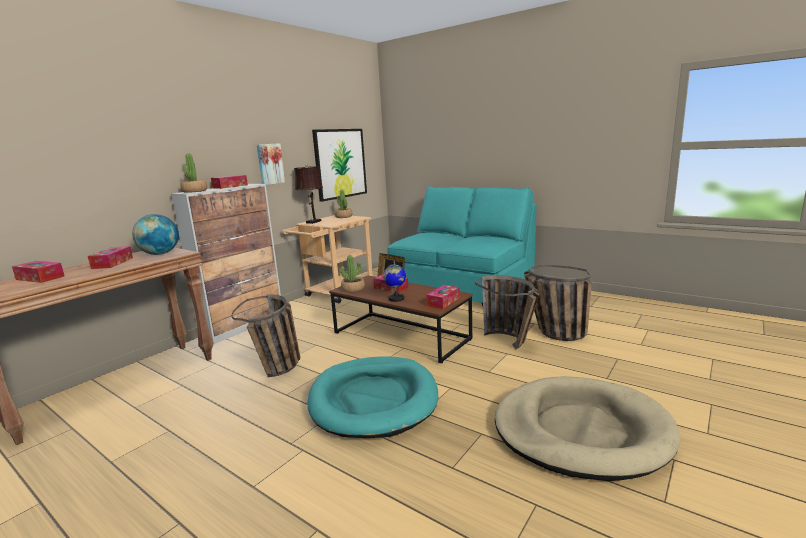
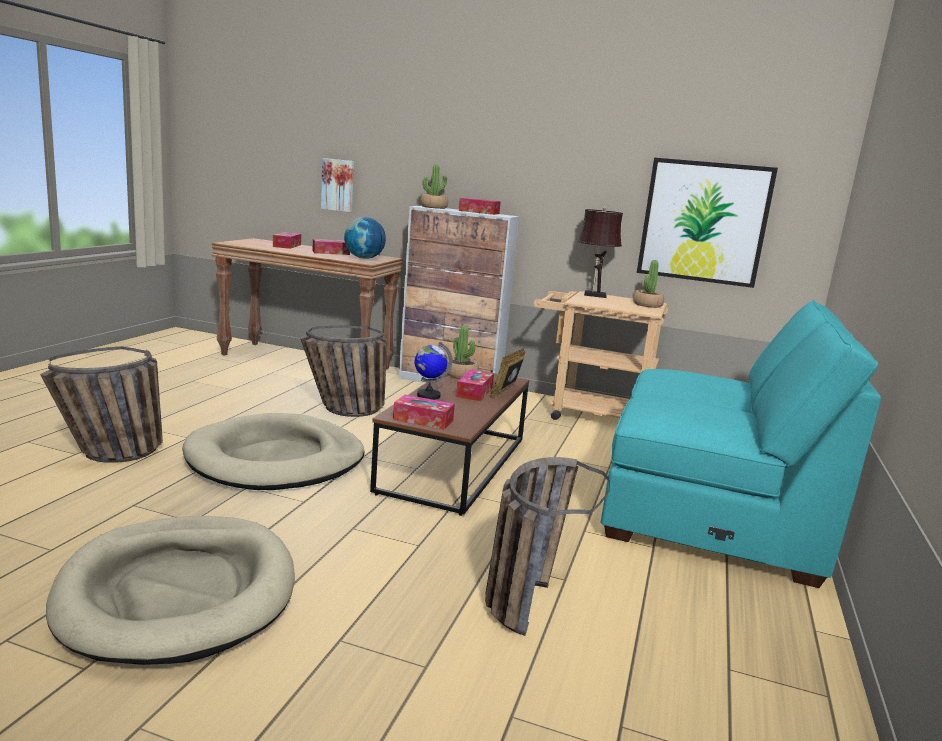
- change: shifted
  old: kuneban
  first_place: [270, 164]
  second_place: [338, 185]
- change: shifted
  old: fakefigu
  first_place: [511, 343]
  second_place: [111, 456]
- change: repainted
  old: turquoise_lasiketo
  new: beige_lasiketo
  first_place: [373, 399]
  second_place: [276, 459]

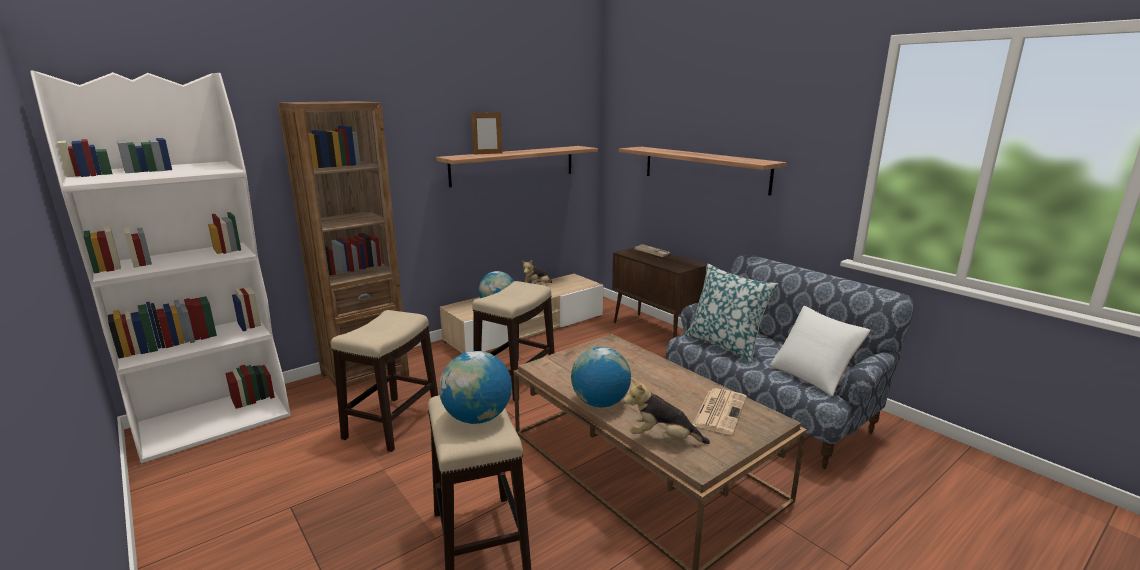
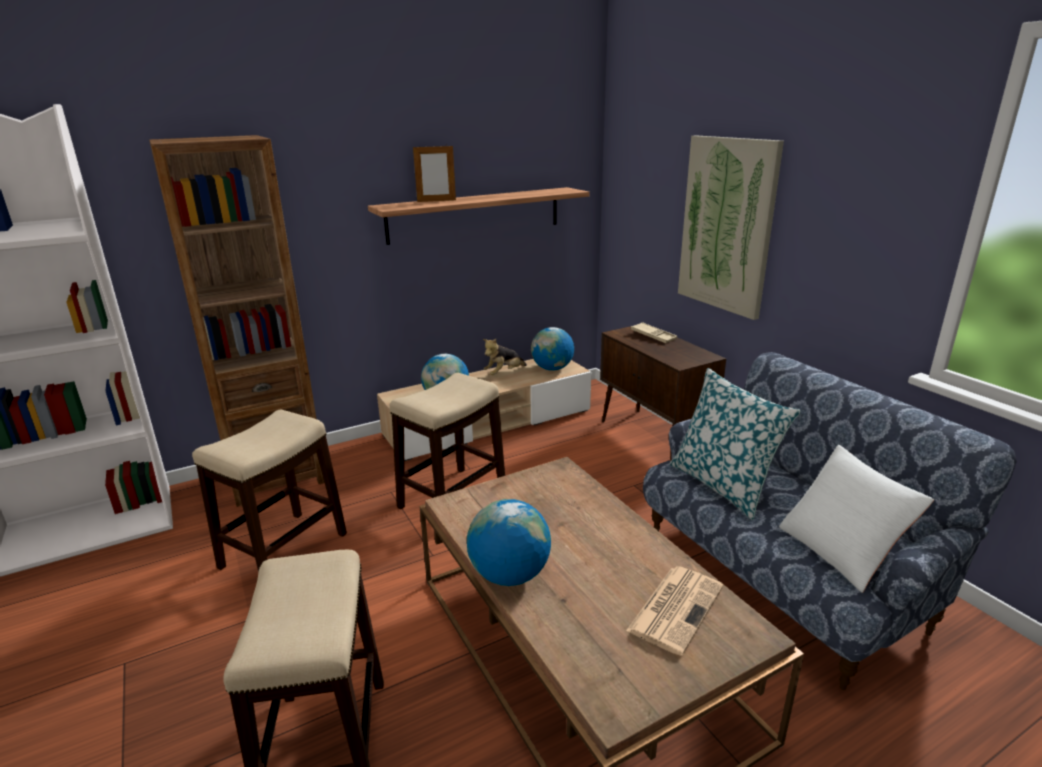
- change: swapped
  old: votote
  new: kuneban
  first_place: [704, 169]
  second_place: [727, 225]
- change: shifted
  old: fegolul
  first_place: [477, 418]
  second_place: [552, 368]
- change: gone
  old: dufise
  first_place: [663, 439]

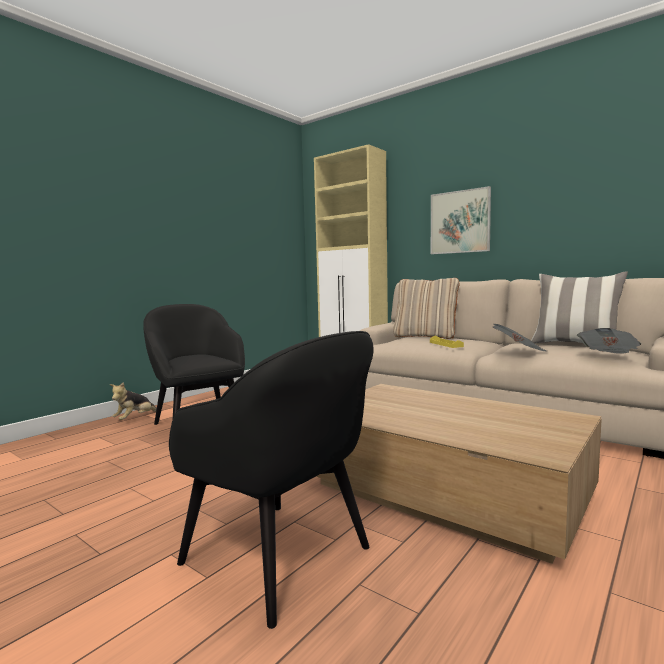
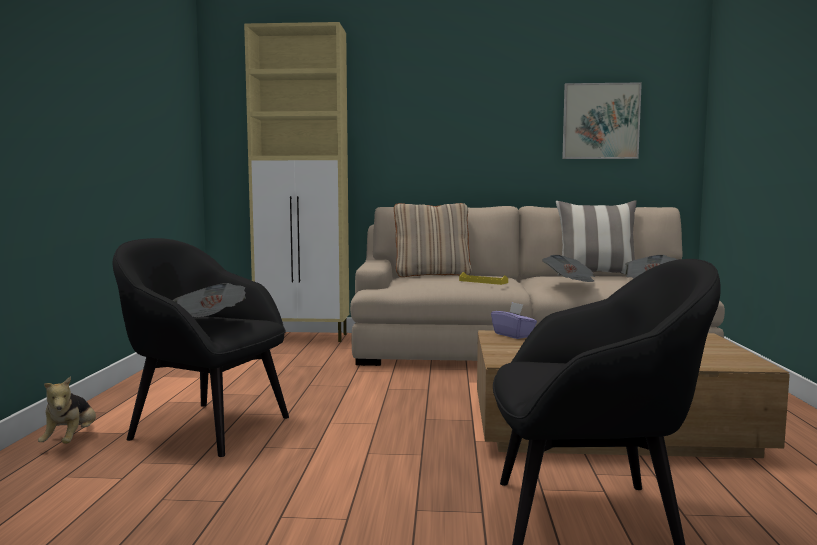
- change: shifted
  old: kuneban
  first_place: [460, 222]
  second_place: [601, 121]
- change: new
  new: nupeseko
  second_place: [209, 322]
- change: new
  new: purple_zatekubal
  second_place: [513, 335]

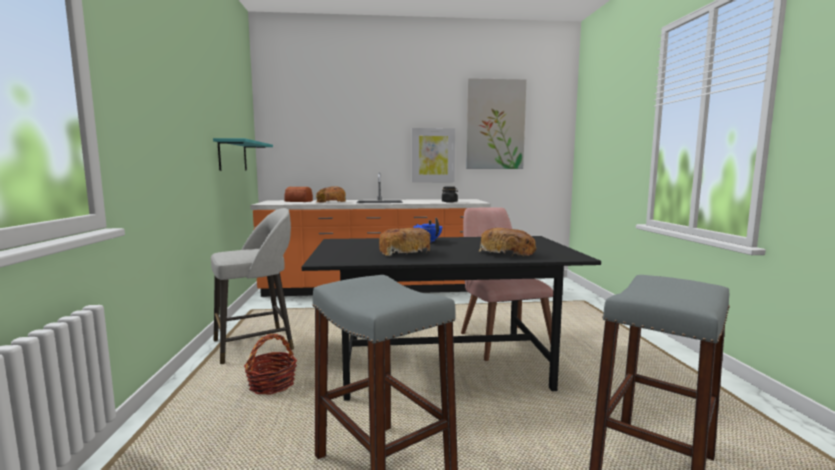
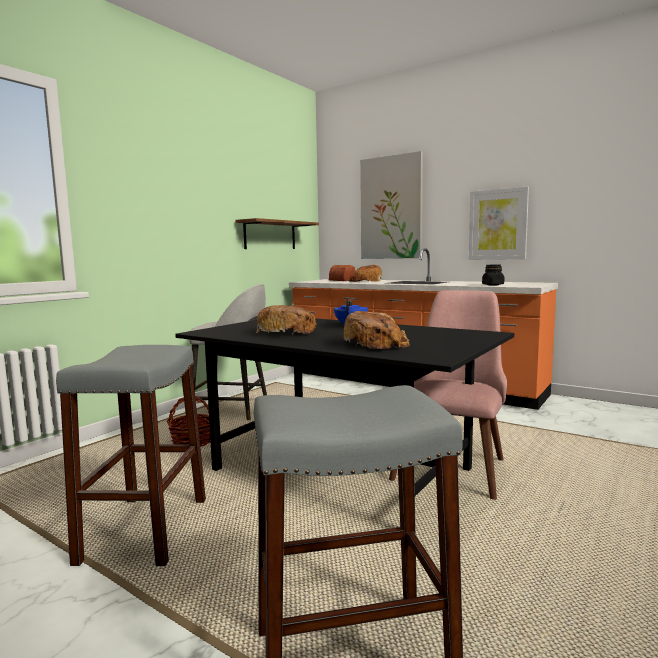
- change: shifted
  old: kuneban
  first_place: [495, 124]
  second_place: [391, 208]
- change: repainted
  old: turquoise_votote
  new: brown_votote
  first_place: [232, 156]
  second_place: [270, 235]

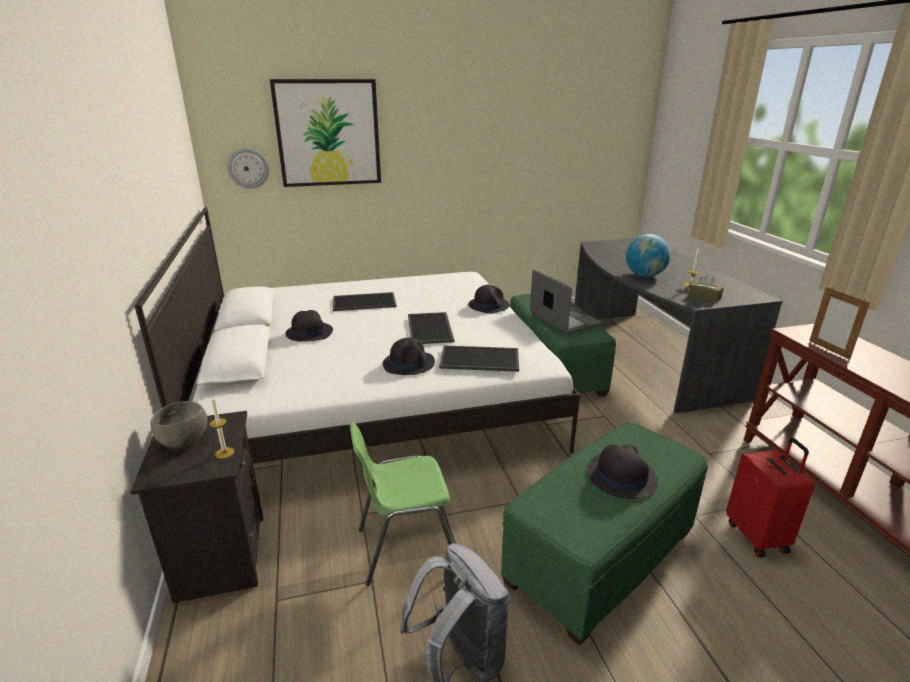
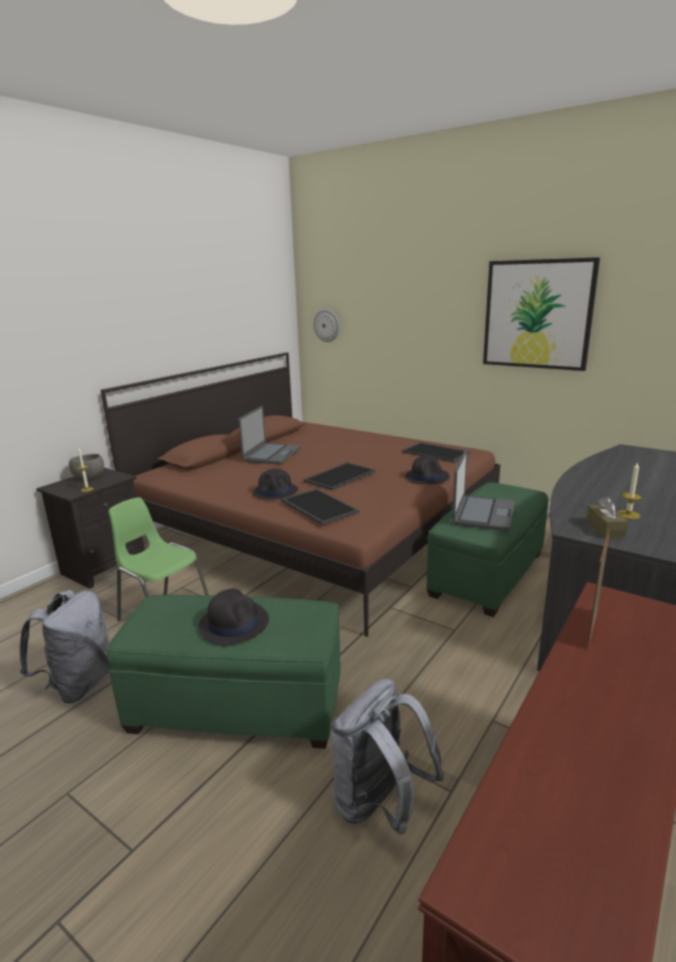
- change: shifted
  old: kuneban
  first_place: [328, 133]
  second_place: [537, 314]
- change: repainted
  old: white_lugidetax
  new: brown_lugidetax
  first_place: [374, 392]
  second_place: [319, 526]
- change: gone
  old: fegolul
  first_place: [644, 275]
- change: shifted
  old: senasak
  first_place: [365, 301]
  second_place: [436, 452]
- change: swapped
  old: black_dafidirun
  new: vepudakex
  first_place: [309, 332]
  second_place: [271, 455]
- change: swapped
  old: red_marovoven
  new: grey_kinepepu
  first_place: [758, 536]
  second_place: [380, 805]

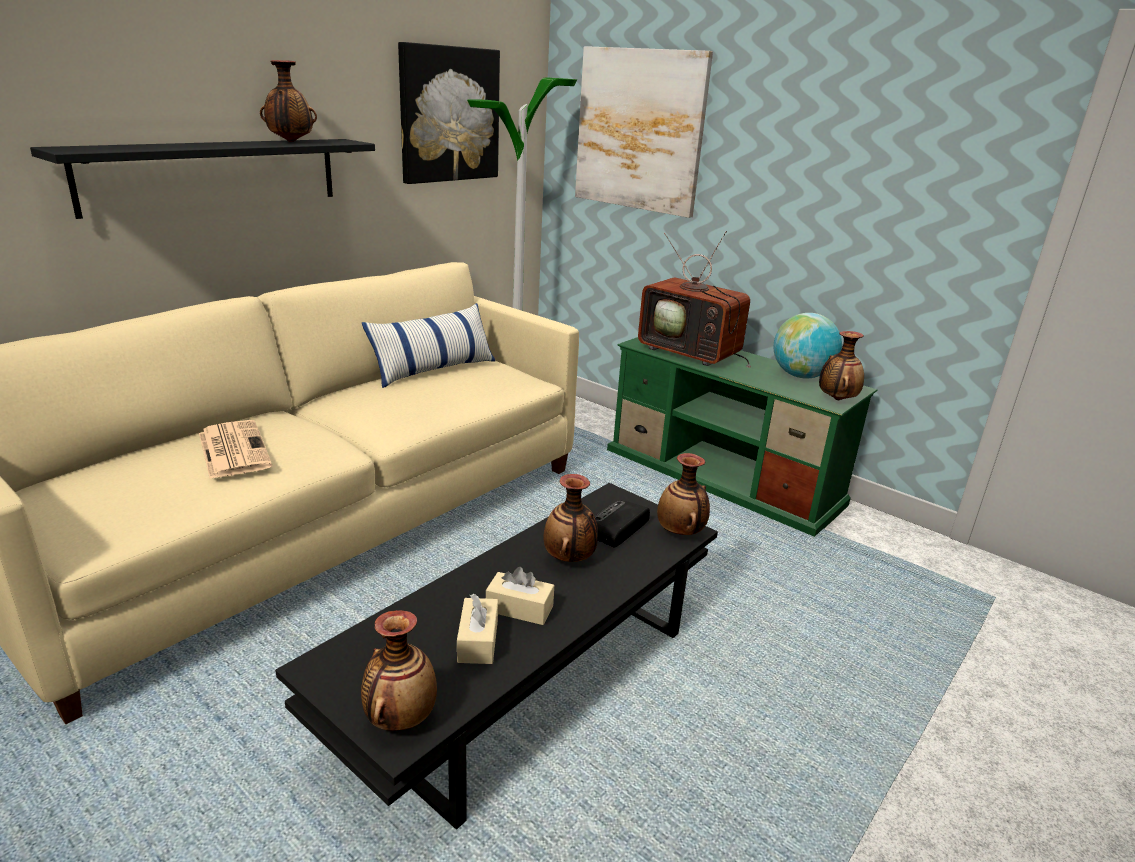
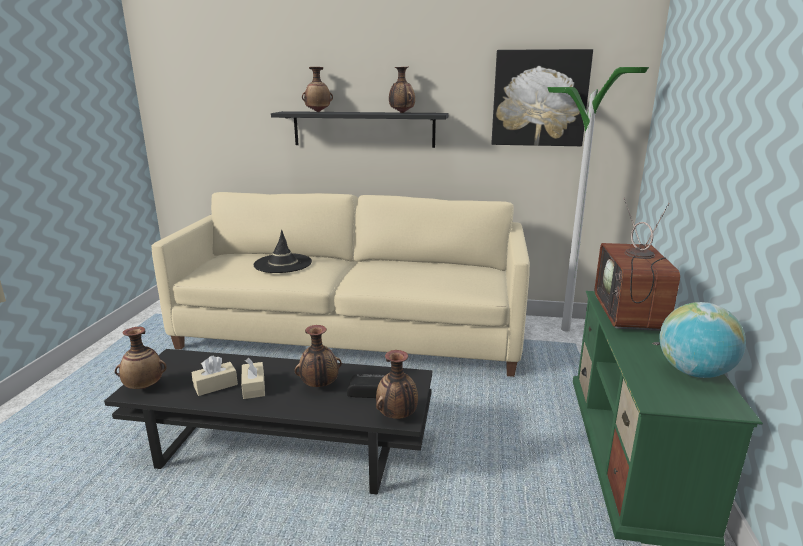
- change: gone
  old: kuneban
  first_place: [639, 130]
- change: gone
  old: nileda
  first_place: [433, 370]
- change: shifted
  old: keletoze
  first_place: [836, 399]
  second_place: [318, 112]
- change: swapped
  old: nupeseko
  new: black_dafidirun
  first_place: [233, 449]
  second_place: [283, 264]

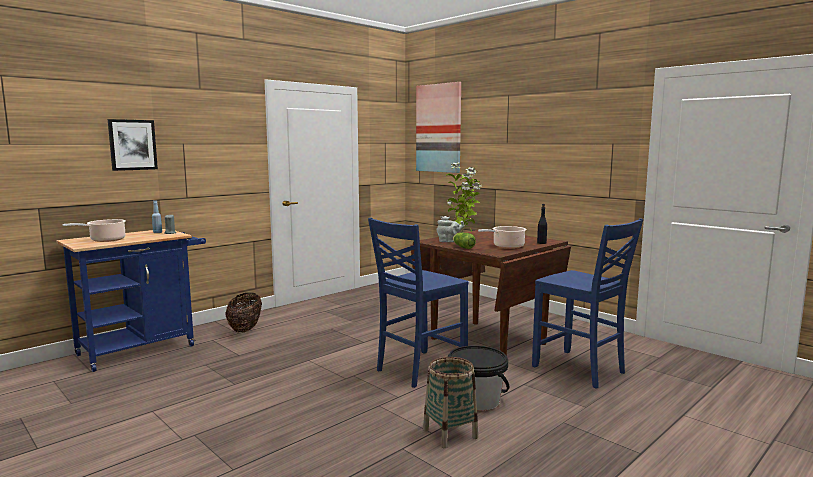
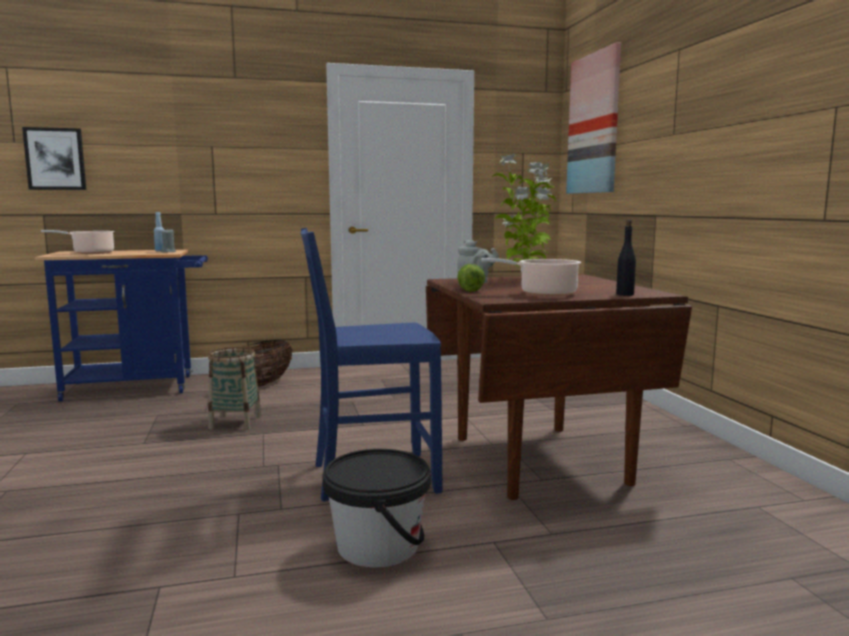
- change: shifted
  old: kuneban
  first_place: [132, 145]
  second_place: [55, 159]
- change: gone
  old: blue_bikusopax
  first_place: [580, 370]
- change: shifted
  old: fakefigu
  first_place: [450, 434]
  second_place: [235, 422]

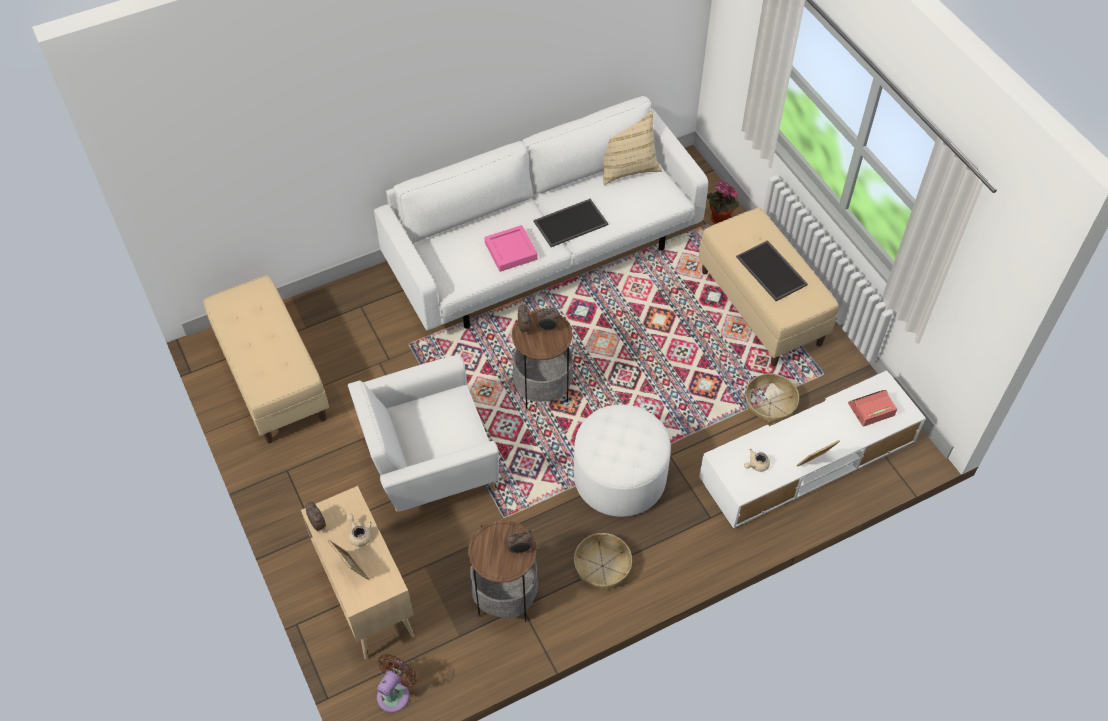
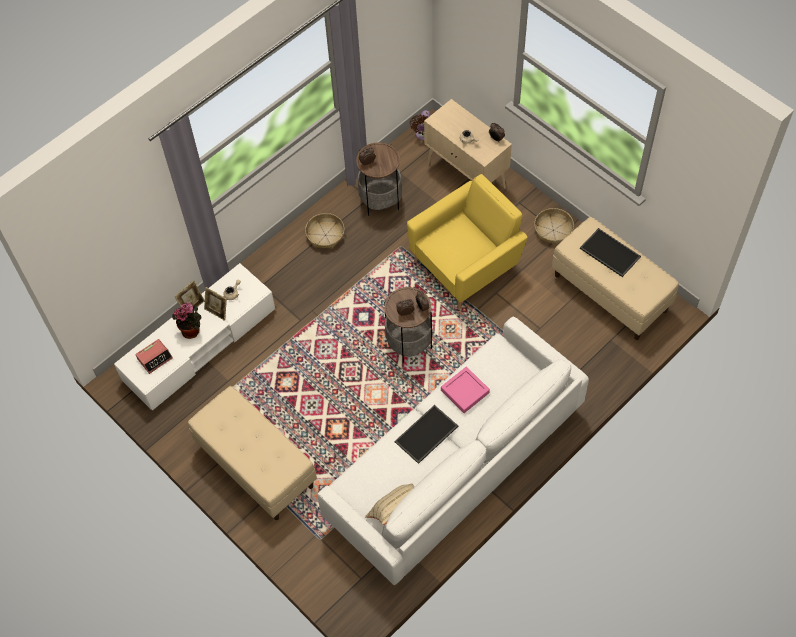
- change: shifted
  old: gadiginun
  first_place: [718, 219]
  second_place: [192, 330]
- change: shifted
  old: senasak
  first_place: [772, 271]
  second_place: [609, 253]
- change: repainted
  old: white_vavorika
  new: yellow_vavorika
  first_place: [429, 465]
  second_place: [466, 265]
- change: shifted
  old: fakefigu
  first_place: [770, 403]
  second_place: [553, 230]
- change: gone
  old: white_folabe
  first_place: [620, 477]
- change: shifted
  old: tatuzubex
  first_place: [351, 569]
  second_place: [217, 311]

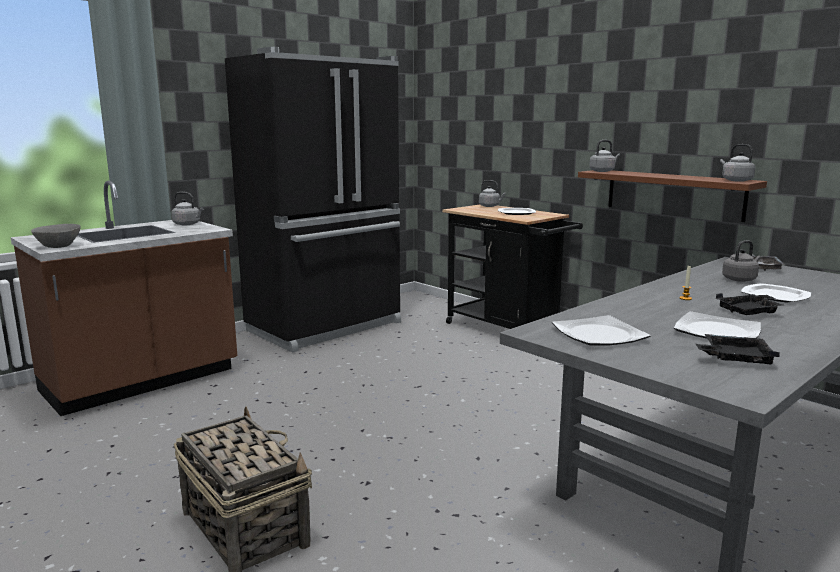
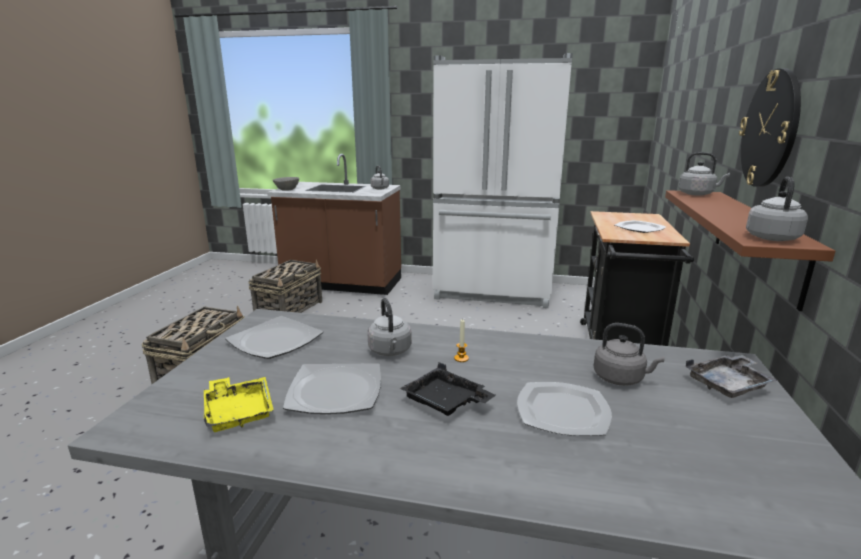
- change: repainted
  old: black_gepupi
  new: white_gepupi
  first_place: [327, 327]
  second_place: [493, 292]
- change: shifted
  old: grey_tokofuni
  first_place: [490, 206]
  second_place: [390, 351]
- change: repainted
  old: black_senasak
  new: yellow_senasak
  first_place: [734, 358]
  second_place: [238, 411]
- change: new
  new: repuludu
  second_place: [770, 129]
- change: new
  new: fakefigu
  second_place: [290, 309]

